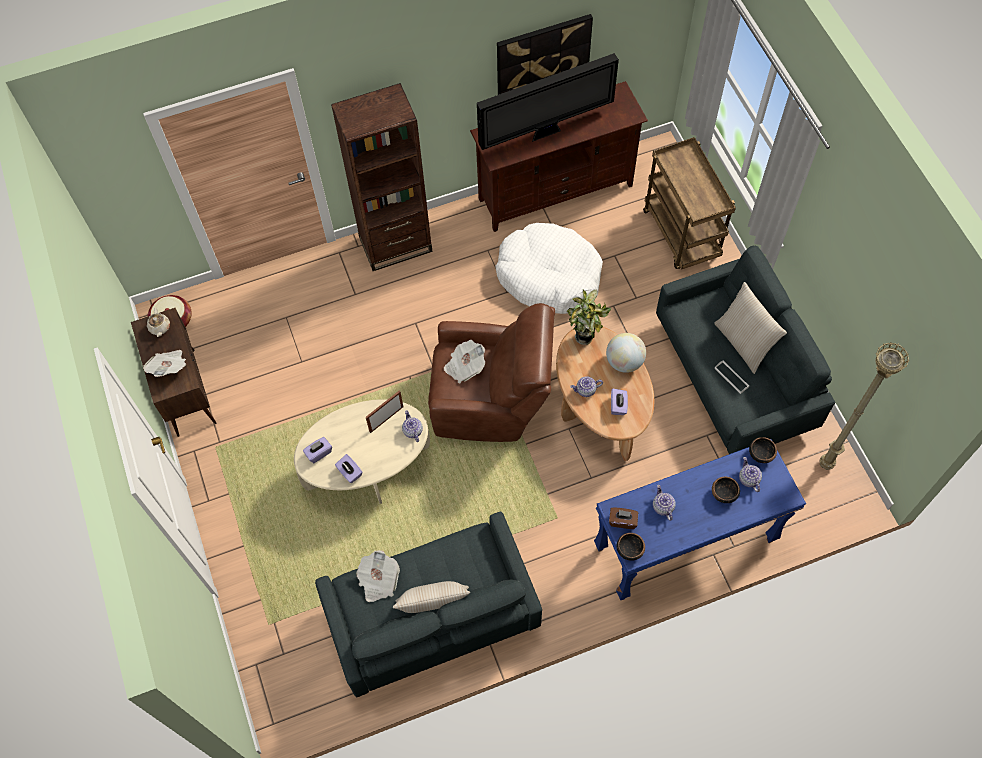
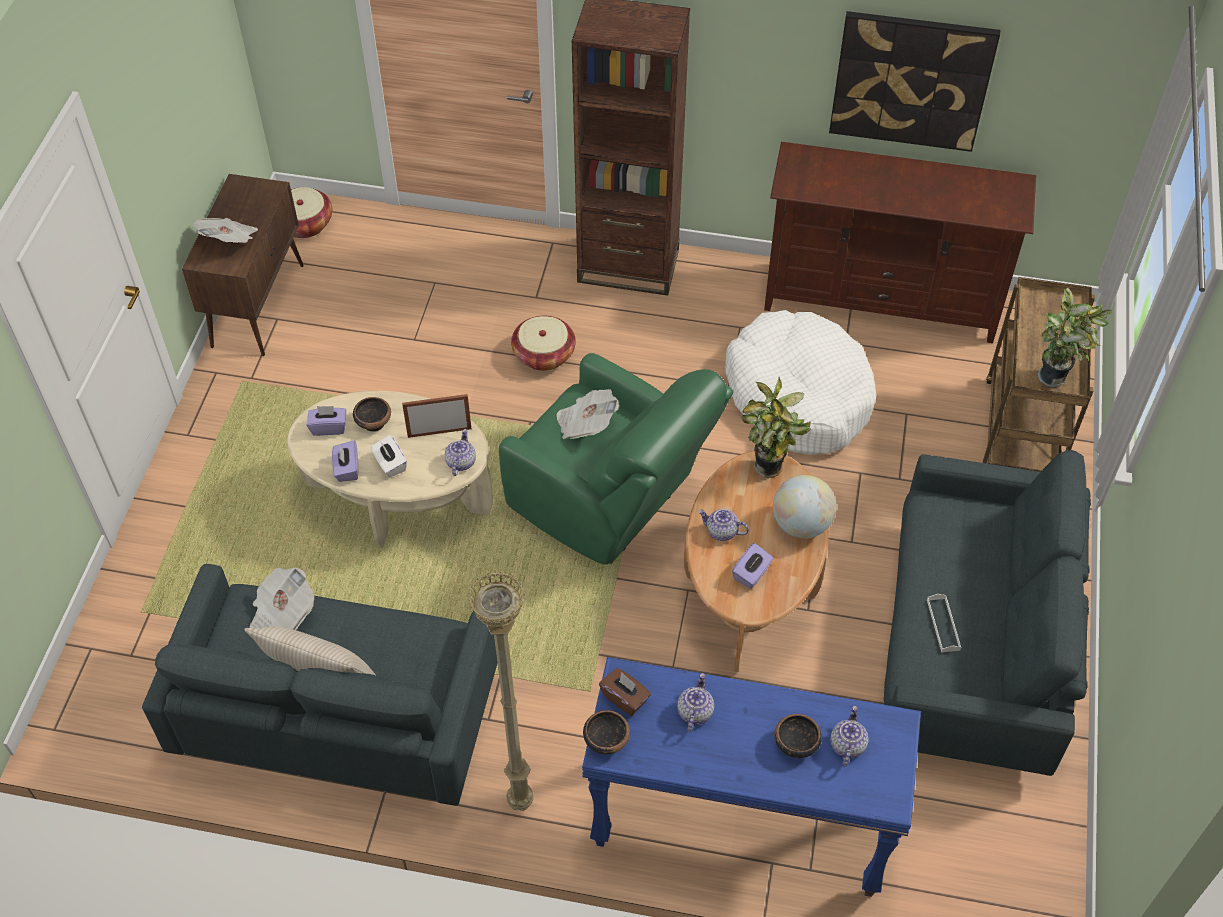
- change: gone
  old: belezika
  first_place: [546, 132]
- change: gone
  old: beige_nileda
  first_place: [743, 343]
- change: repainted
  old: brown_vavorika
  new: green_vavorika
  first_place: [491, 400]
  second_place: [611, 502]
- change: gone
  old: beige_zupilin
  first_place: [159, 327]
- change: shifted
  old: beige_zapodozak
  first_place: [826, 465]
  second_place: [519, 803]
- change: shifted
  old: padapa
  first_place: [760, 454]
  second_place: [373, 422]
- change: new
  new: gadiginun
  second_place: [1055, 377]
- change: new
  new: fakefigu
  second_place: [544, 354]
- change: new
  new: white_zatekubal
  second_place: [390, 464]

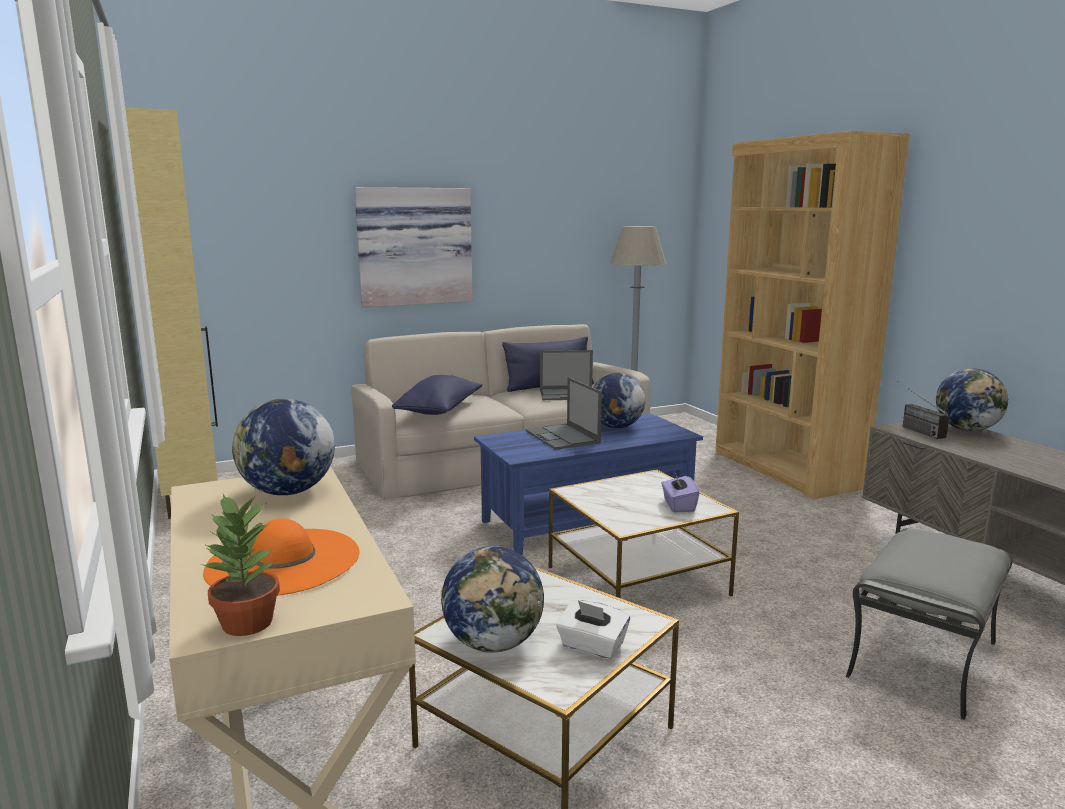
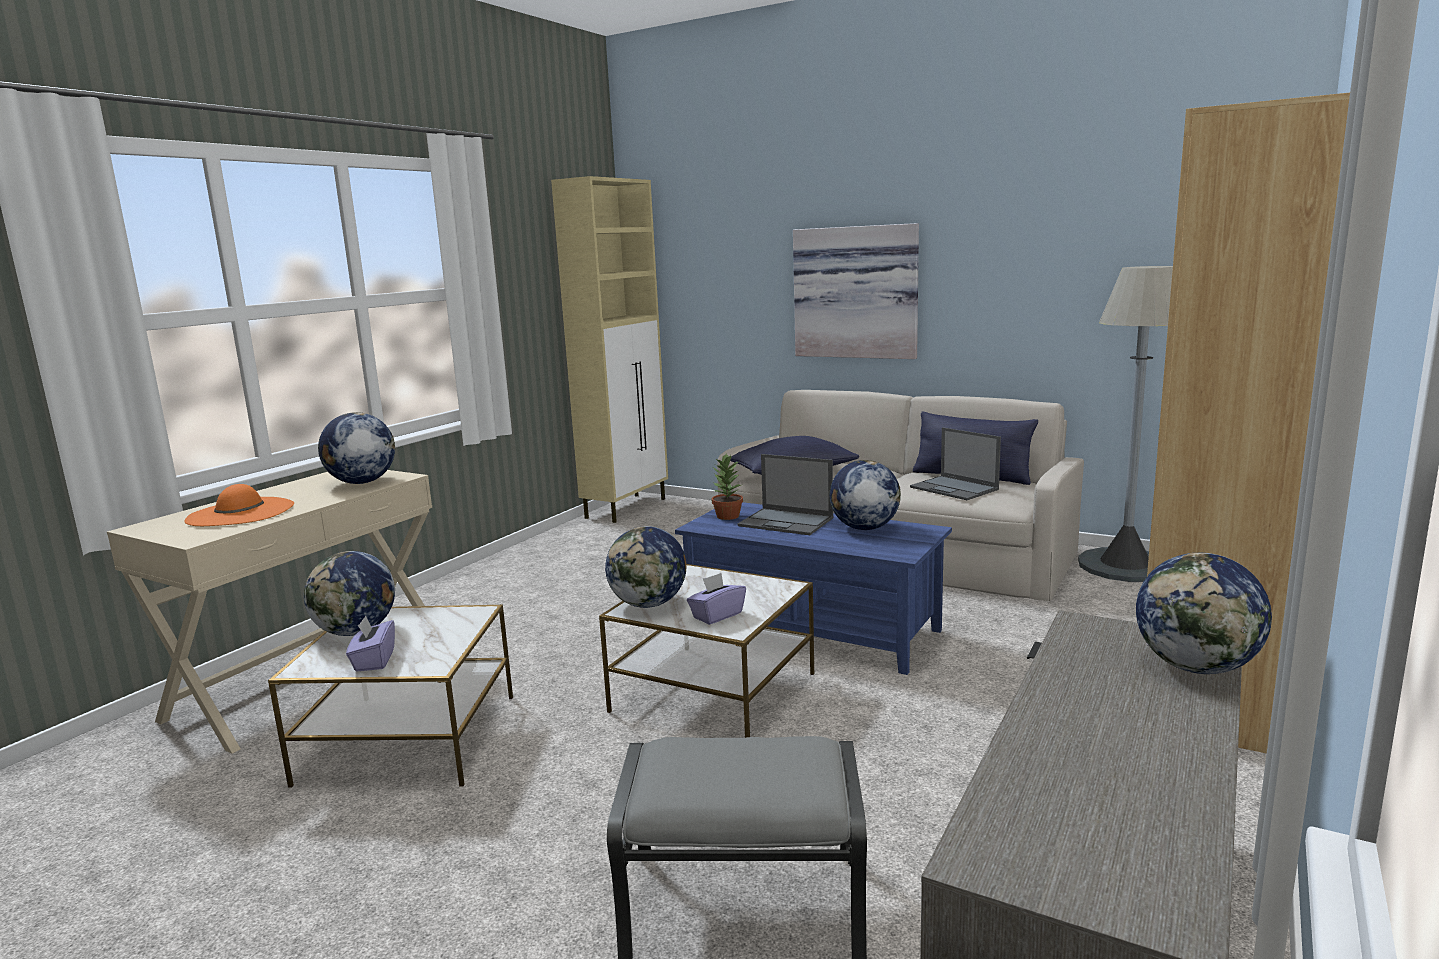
- change: rotated
  old: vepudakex
  first_place: [563, 437]
  second_place: [787, 522]
  degrees: -90
- change: gone
  old: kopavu
  first_place: [913, 428]
- change: shifted
  old: gadiginun
  first_place: [247, 624]
  second_place: [727, 516]
- change: repainted
  old: white_zatekubal
  new: purple_zatekubal
  first_place: [592, 646]
  second_place: [374, 661]
- change: new
  new: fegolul
  second_place: [649, 604]

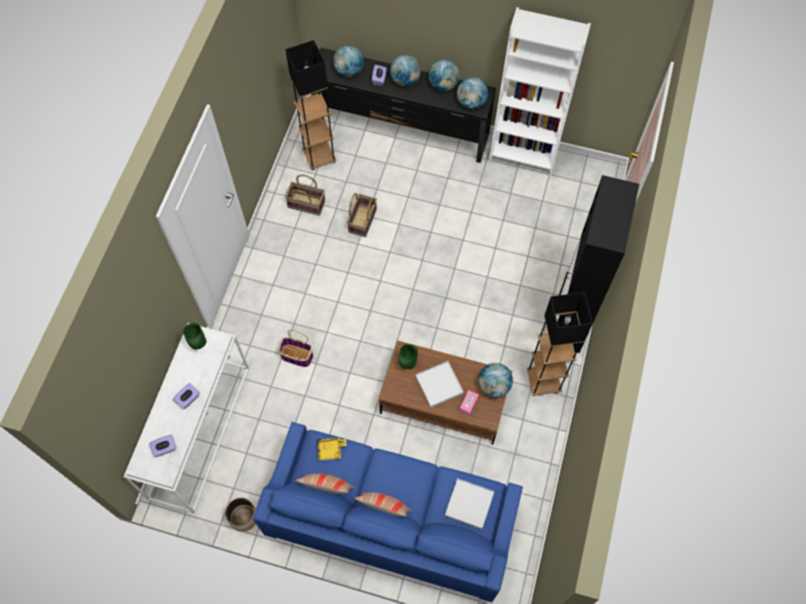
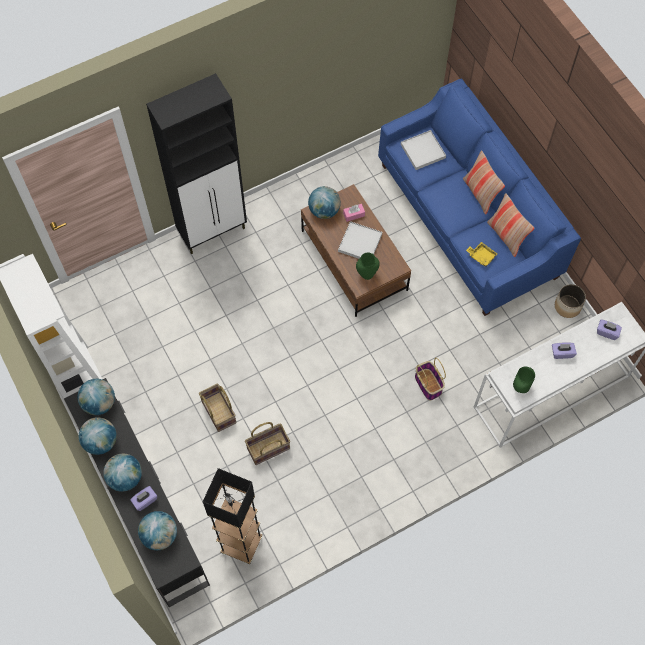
- change: shifted
  old: fakefigu
  first_place: [307, 203]
  second_place: [218, 412]
- change: gone
  old: black_zapodozak
  first_place: [543, 381]

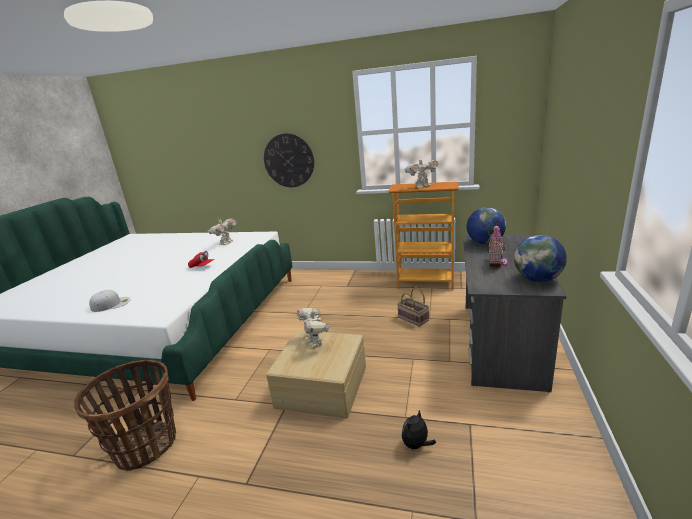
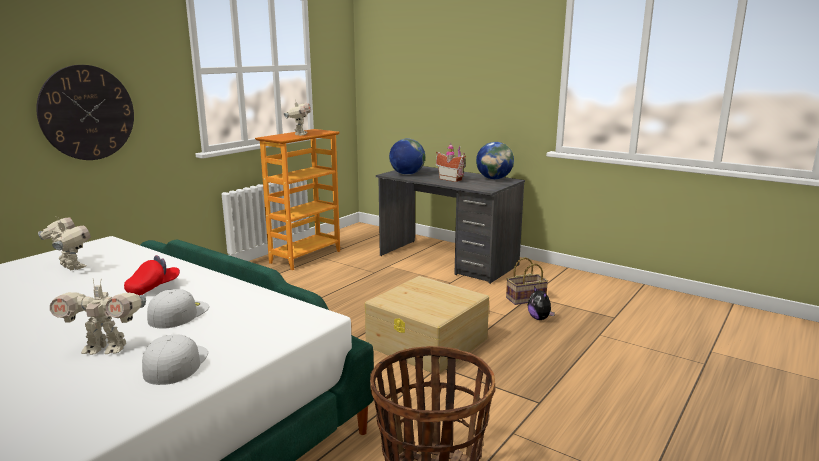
- change: shifted
  old: fakefigu
  first_place: [412, 319]
  second_place: [525, 299]
- change: shifted
  old: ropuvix
  first_place: [315, 342]
  second_place: [106, 348]
- change: new
  new: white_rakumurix
  second_place: [178, 313]

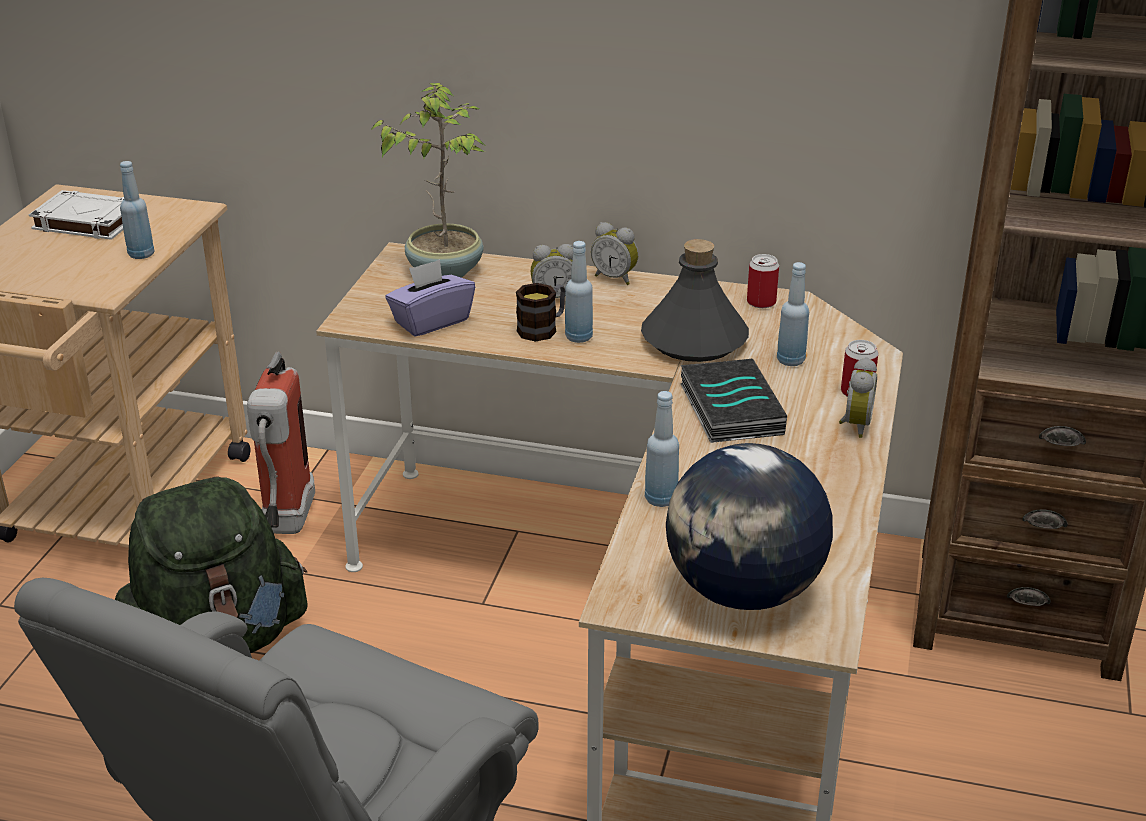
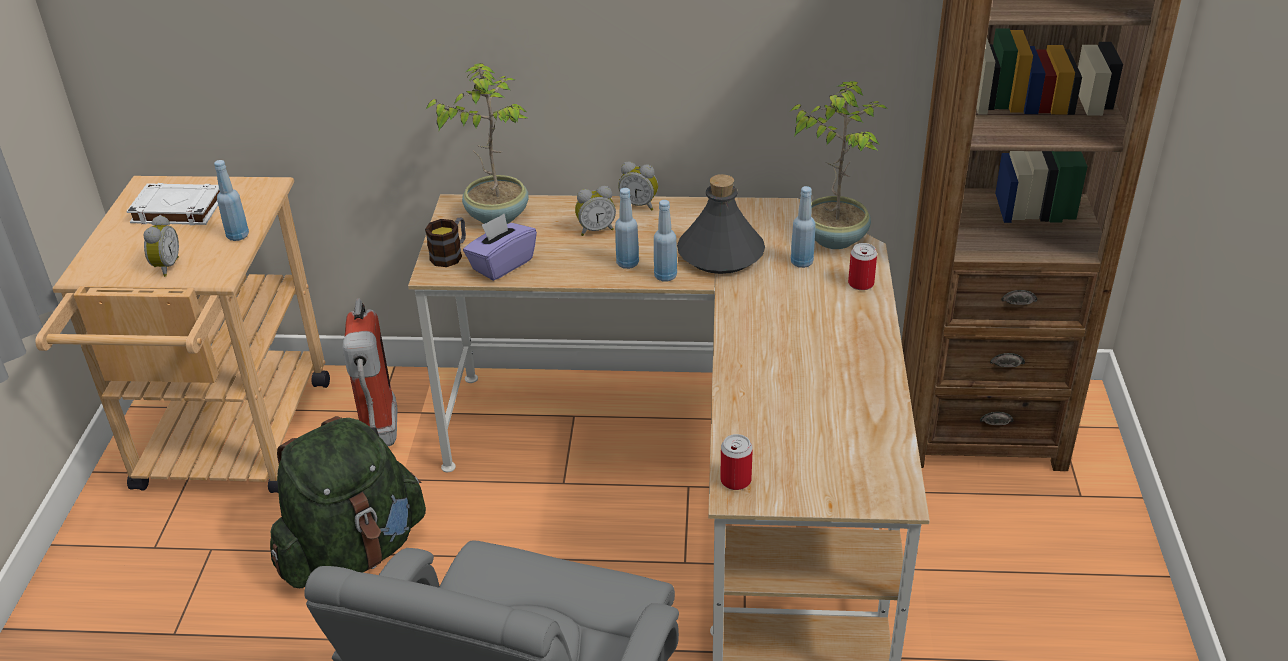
- change: shifted
  old: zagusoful
  first_place: [761, 302]
  second_place: [735, 480]
- change: shifted
  old: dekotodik
  first_place: [543, 328]
  second_place: [450, 254]
- change: shifted
  old: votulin
  first_place: [854, 425]
  second_place: [165, 267]
- change: gone
  old: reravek
  first_place: [728, 408]
- change: shifted
  old: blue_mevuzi
  first_place: [660, 499]
  second_place: [665, 276]
- change: gone
  old: fegolul
  first_place: [742, 591]
- change: new
  new: gadiginun
  second_place: [835, 237]

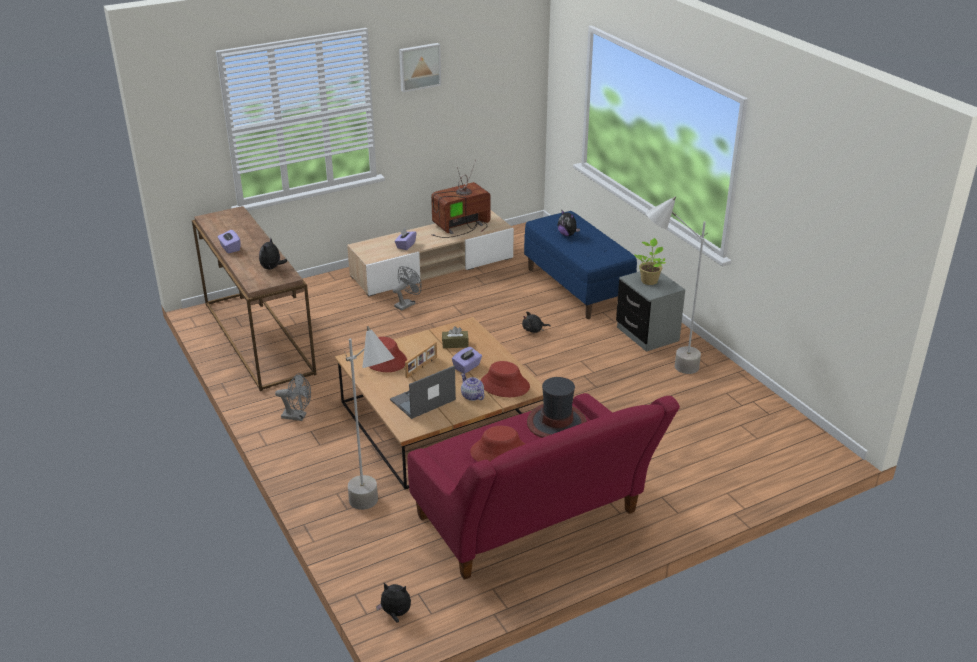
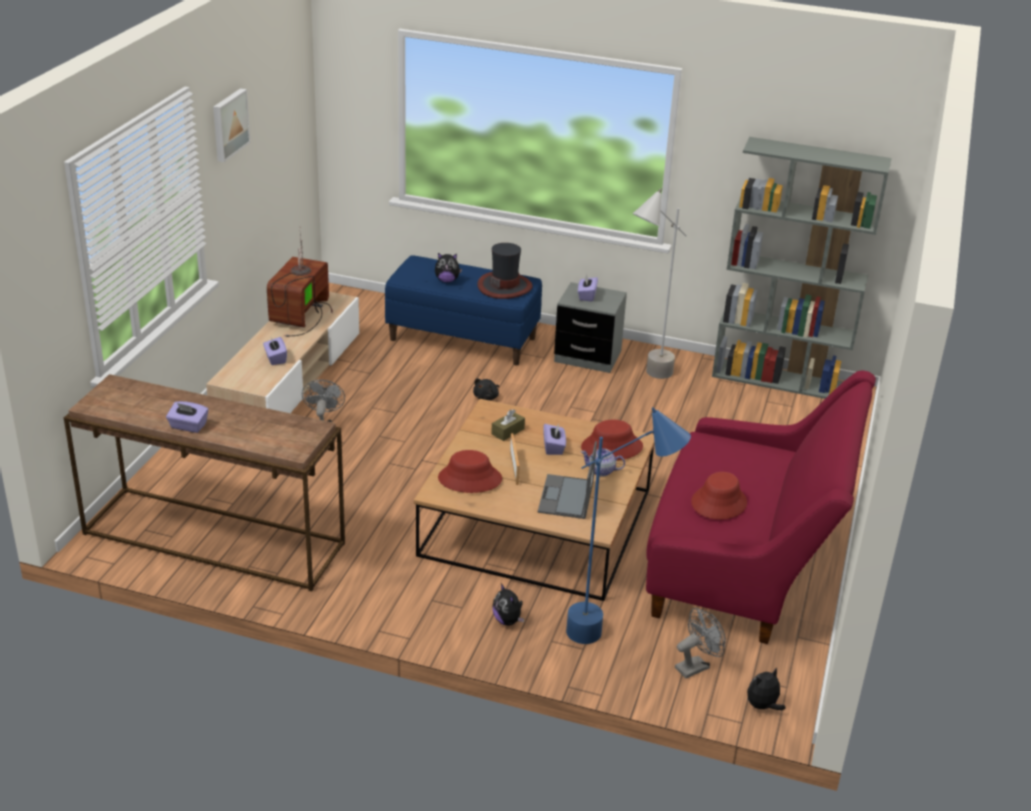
- change: shifted
  old: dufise
  first_place: [272, 268]
  second_place: [508, 621]
- change: swapped
  old: gadiginun
  new: purple_zatekubal
  first_place: [649, 280]
  second_place: [586, 296]
- change: repainted
  old: grey_zapodozak
  new: blue_zapodozak
  first_place: [375, 513]
  second_place: [613, 637]
- change: shifted
  old: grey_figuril
  first_place: [298, 416]
  second_place: [696, 666]
- change: shifted
  old: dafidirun
  first_place: [557, 423]
  second_place: [505, 286]
- change: new
  new: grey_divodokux
  second_place: [779, 380]

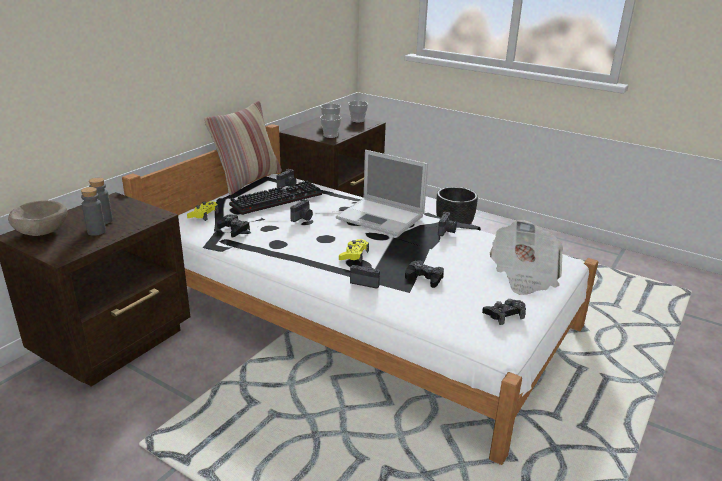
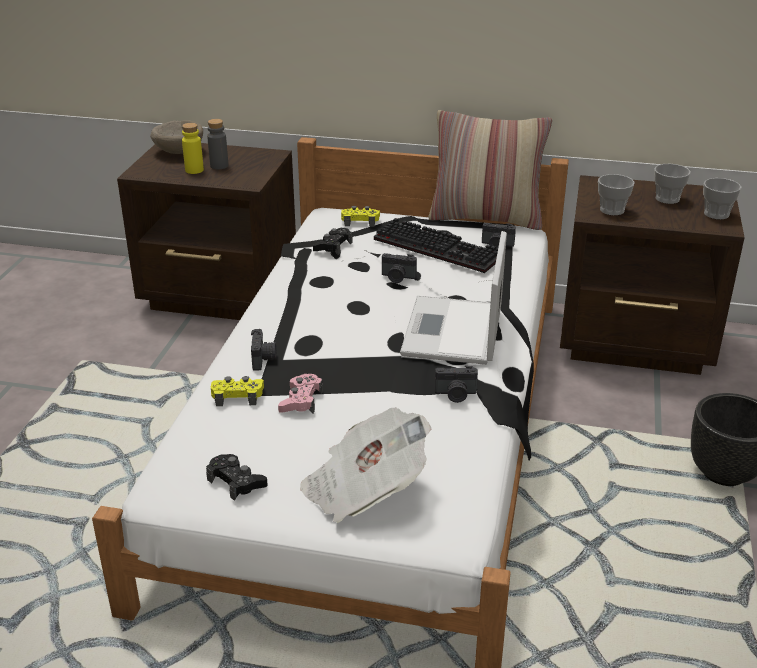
- change: repainted
  old: grey_mevuzi
  new: yellow_mevuzi
  first_place: [96, 231]
  second_place: [194, 170]
- change: shifted
  old: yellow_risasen
  first_place: [354, 255]
  second_place: [237, 396]
- change: repainted
  old: black_risasen
  new: pink_risasen
  first_place: [424, 278]
  second_place: [301, 400]

